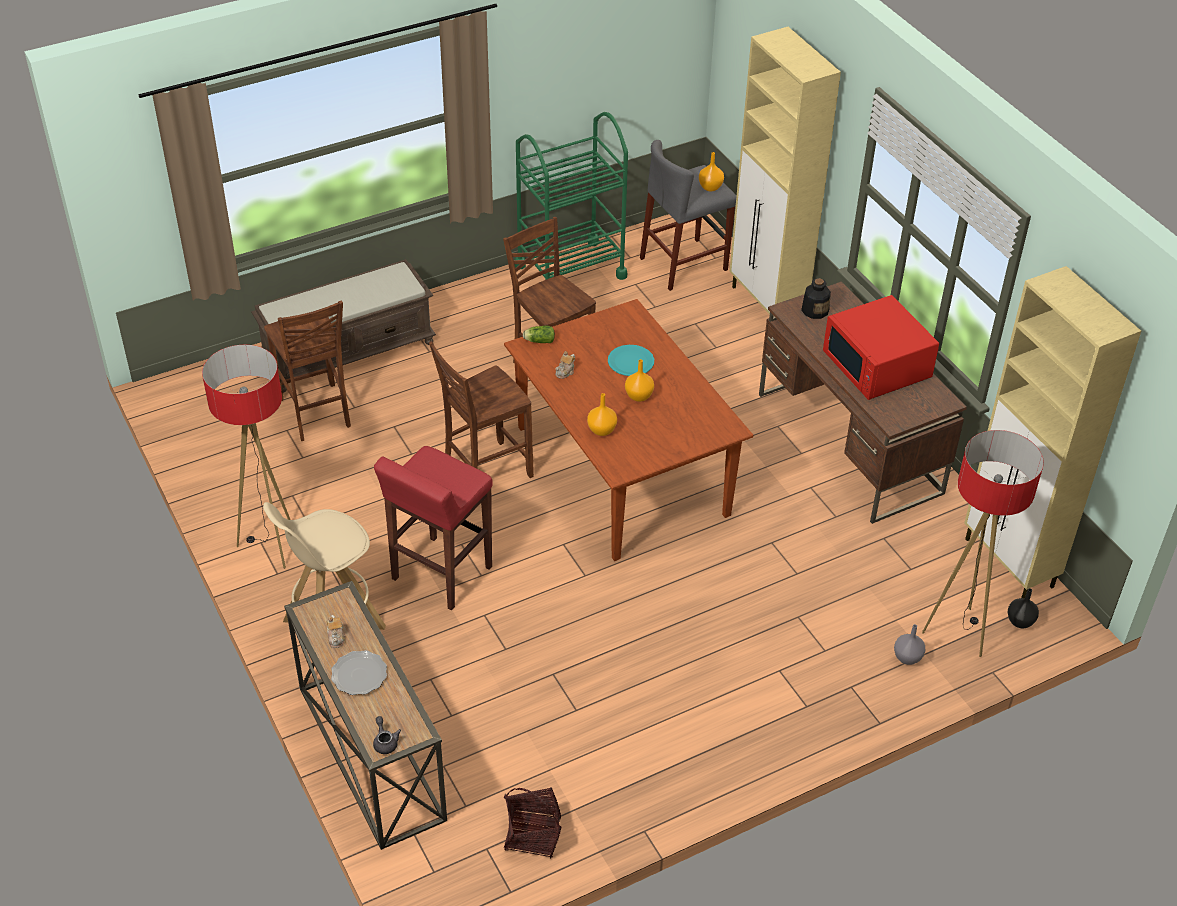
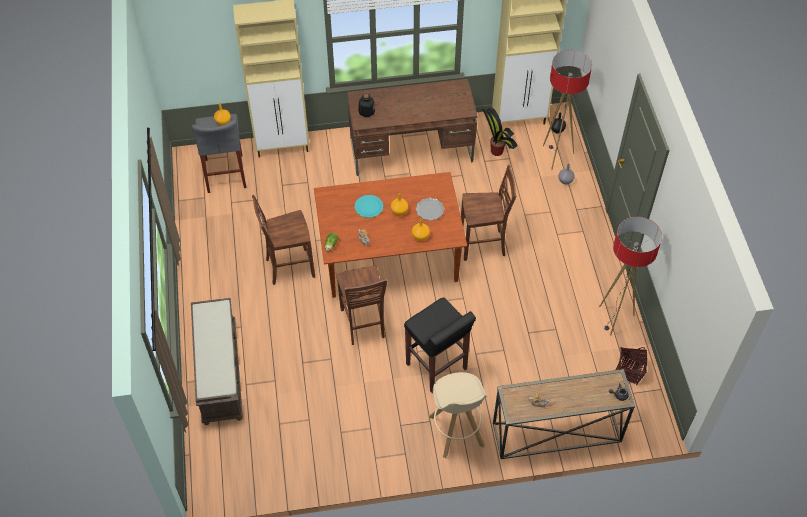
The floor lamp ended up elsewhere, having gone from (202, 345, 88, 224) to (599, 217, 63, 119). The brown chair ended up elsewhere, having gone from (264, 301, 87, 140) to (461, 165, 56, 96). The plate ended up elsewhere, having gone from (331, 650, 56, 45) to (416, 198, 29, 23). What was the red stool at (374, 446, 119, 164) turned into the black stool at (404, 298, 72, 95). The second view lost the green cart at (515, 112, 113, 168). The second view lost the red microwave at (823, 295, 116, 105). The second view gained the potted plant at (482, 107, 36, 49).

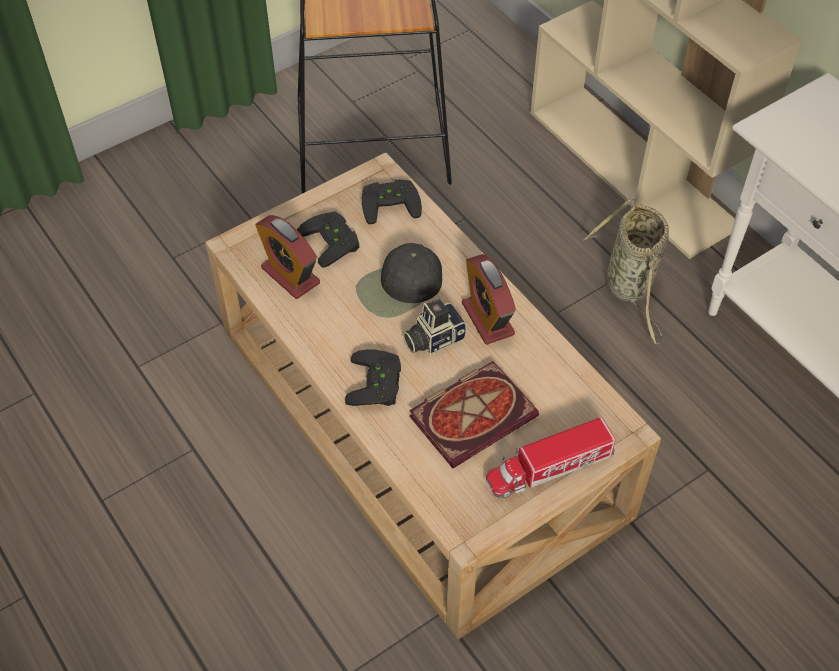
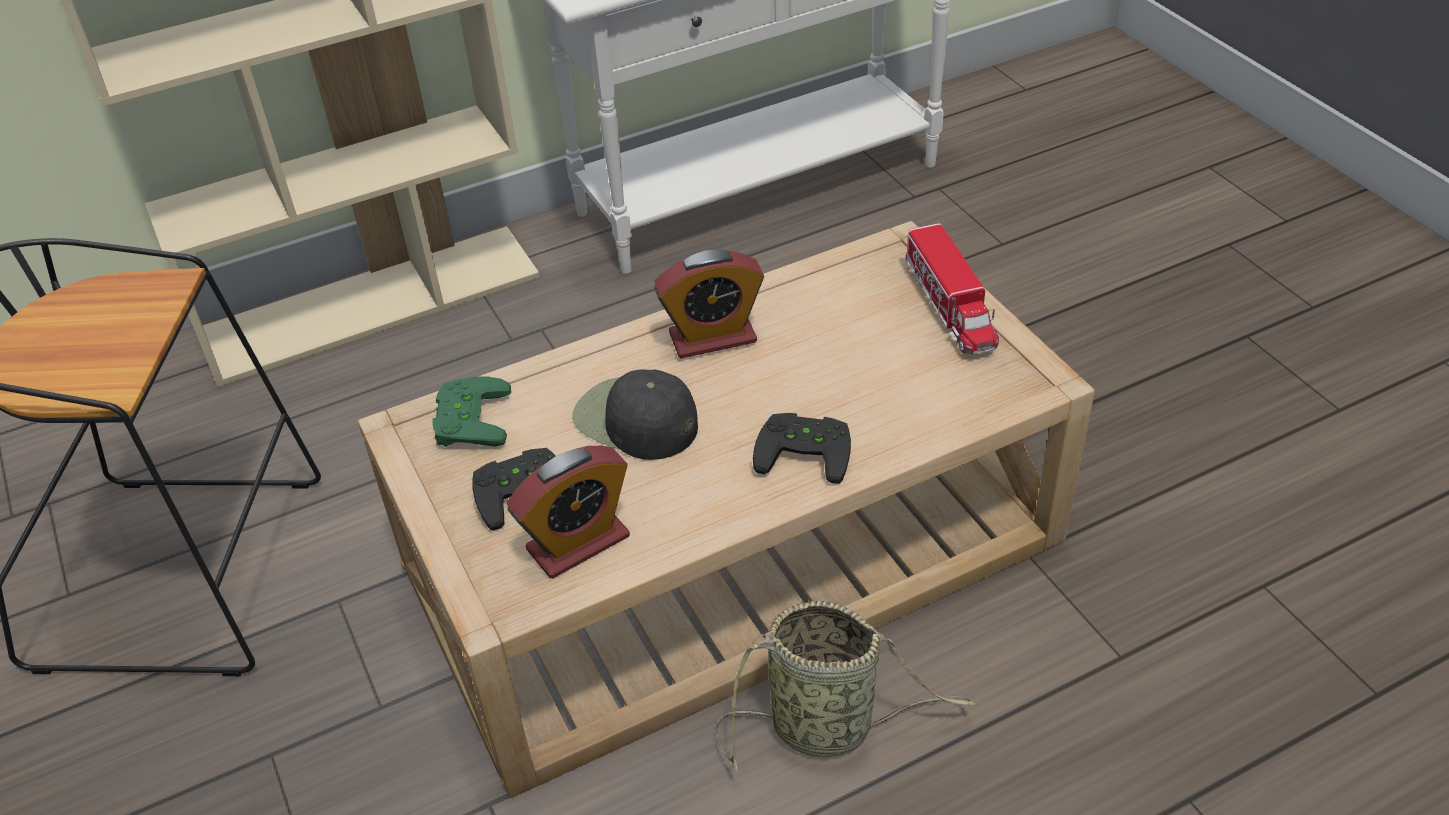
The black cap at (356, 243, 86, 75) ended up facing another way, 150 degrees clockwise from before. What was the black game controller at (362, 180, 60, 44) turned into the green game controller at (432, 376, 79, 71). The second view lost the photo camera at (403, 299, 64, 55). The second view lost the book at (409, 361, 130, 107). The basket ended up elsewhere, having gone from (583, 198, 86, 146) to (716, 600, 260, 172).

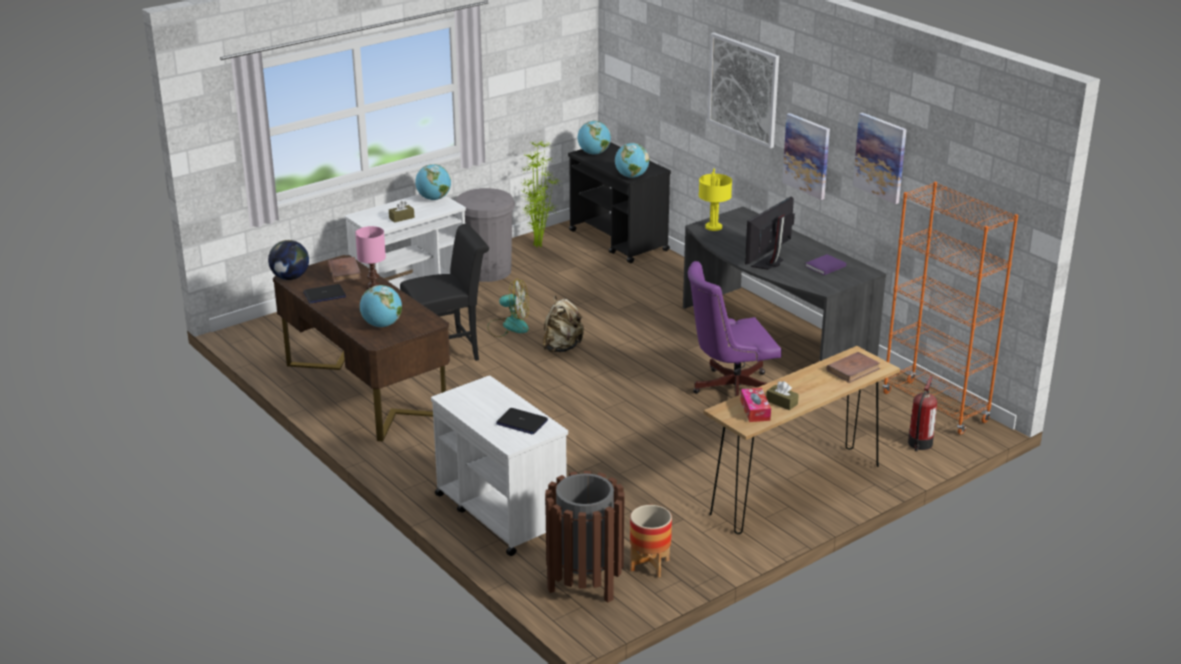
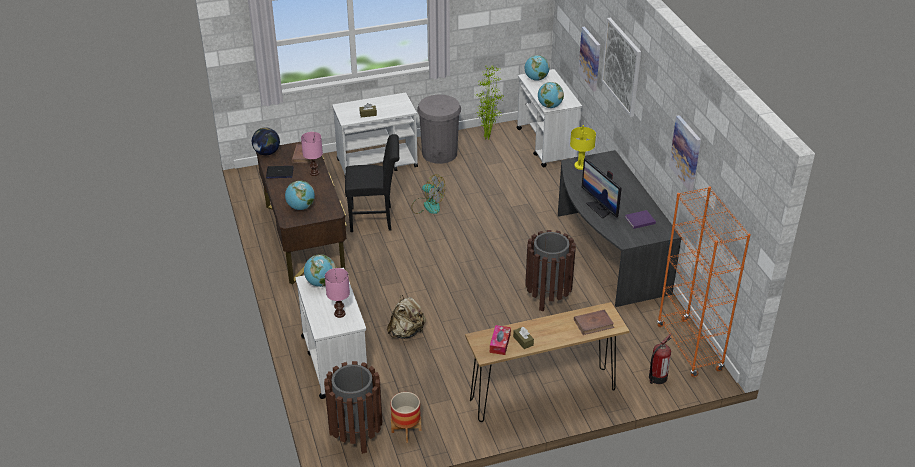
The globe ended up elsewhere, having gone from (415, 164, 36, 36) to (304, 254, 32, 33). Where the laptop stood at (496, 408, 52, 26), the pink table lamp came to stand at (325, 268, 25, 50). The beige backpack ended up elsewhere, having gone from (543, 296, 41, 56) to (387, 295, 39, 44). What was the black cart at (568, 142, 103, 121) turned into the white cart at (517, 69, 65, 98). Where the purple office chair stood at (688, 261, 94, 135), the brown trash can came to stand at (525, 230, 51, 81). The monitor at (745, 197, 50, 73) ended up facing another way, 90 degrees counterclockwise from before. The picture ended up elsewhere, having gone from (782, 113, 48, 87) to (578, 26, 22, 66).

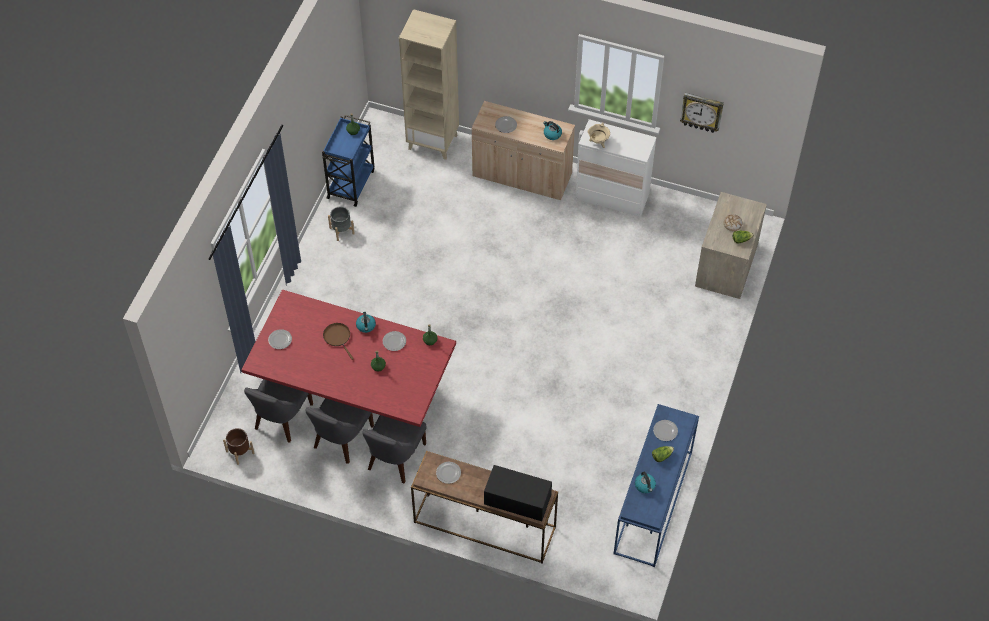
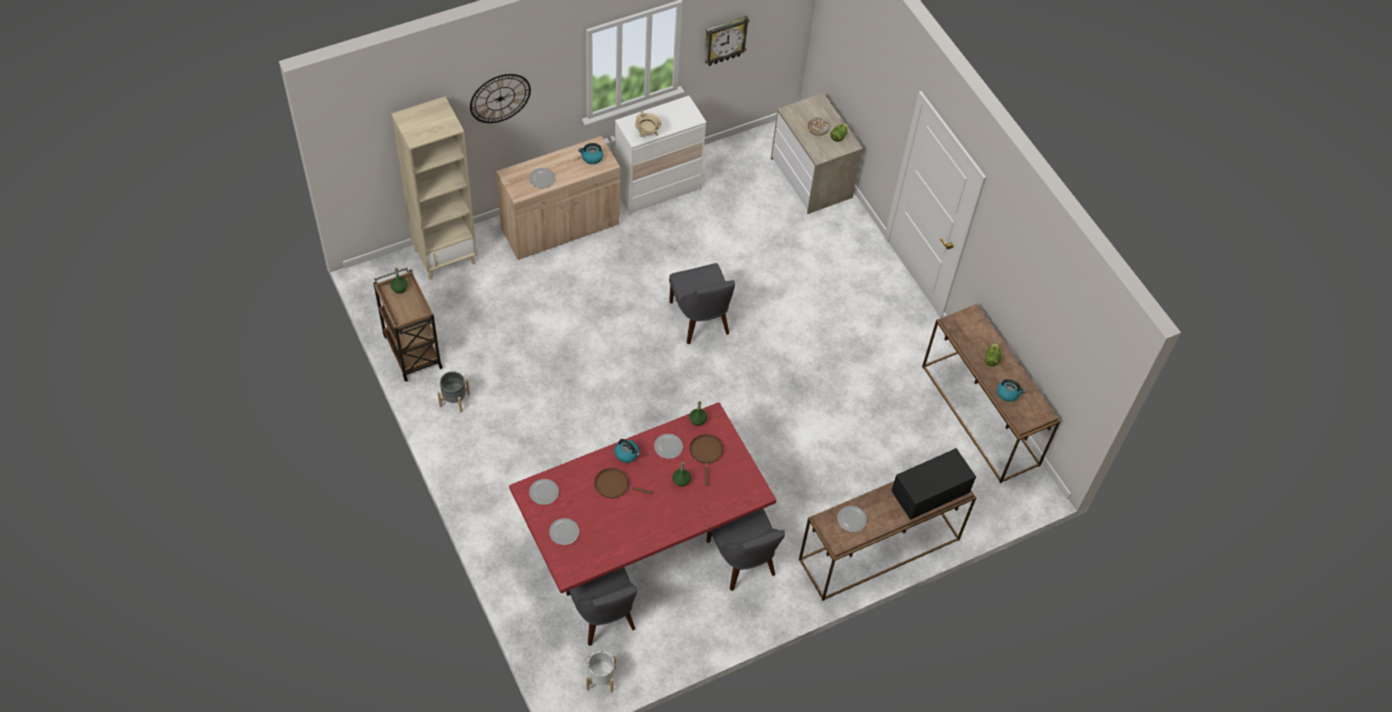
What was the brown planter at (223, 428, 32, 37) turned into the white planter at (586, 651, 30, 41). The grey chair ended up elsewhere, having gone from (306, 398, 68, 66) to (669, 263, 66, 81). What was the blue cart at (322, 115, 52, 92) turned into the brown cart at (373, 268, 70, 114). What was the blue console table at (614, 404, 85, 163) turned into the brown console table at (922, 304, 139, 179). The plate ended up elsewhere, having gone from (653, 420, 25, 21) to (529, 479, 30, 26). The second view gained the wall clock at (470, 74, 61, 49). The second view gained the brown frying pan at (690, 434, 33, 52).

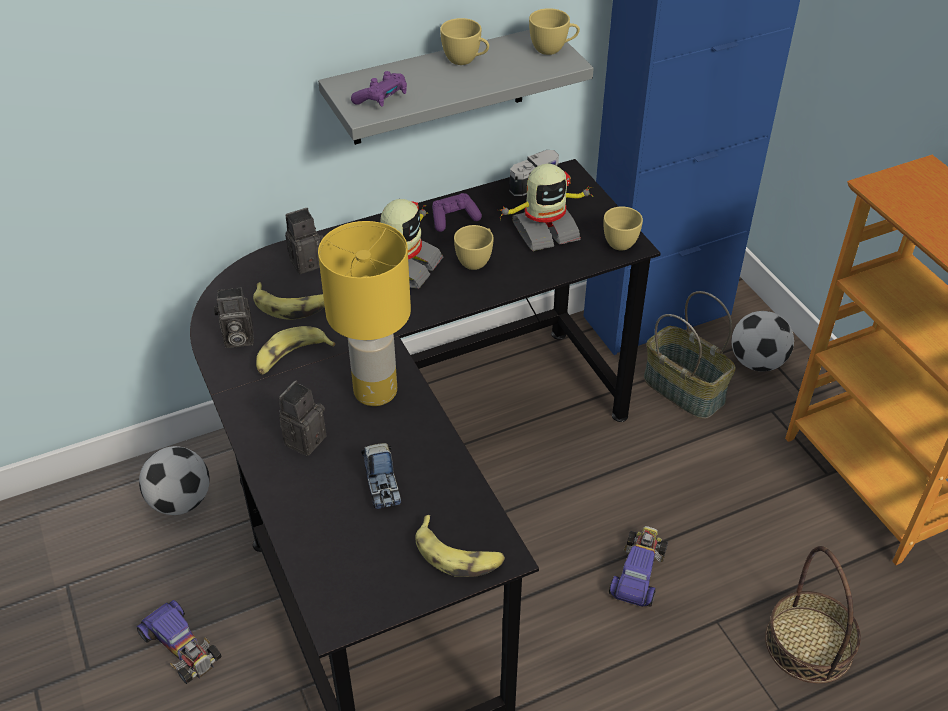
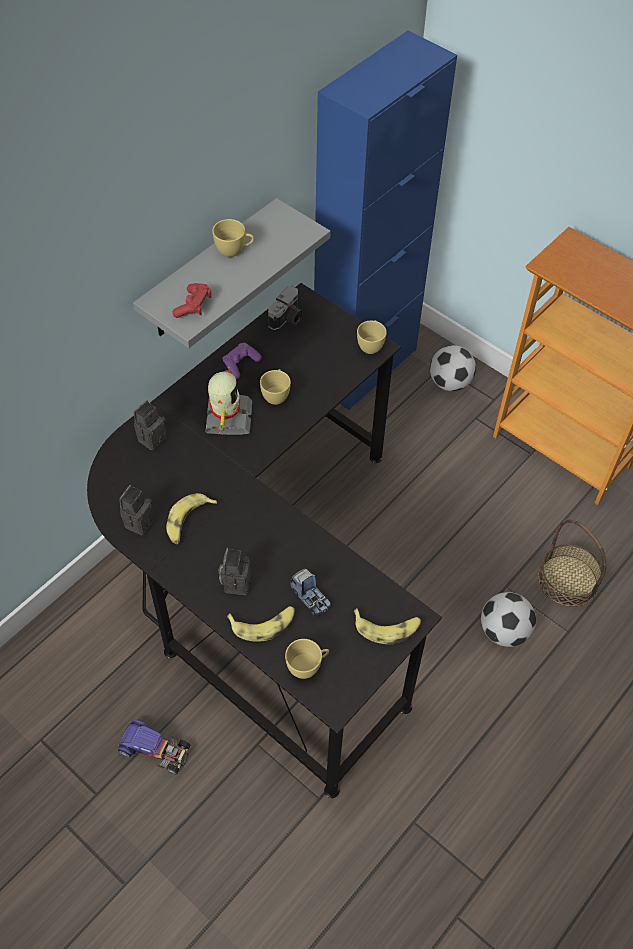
The football ended up elsewhere, having gone from (139, 446, 71, 69) to (481, 592, 55, 55). The photo camera at (214, 287, 40, 61) ended up facing another way, 150 degrees clockwise from before. The banana ended up elsewhere, having gone from (253, 282, 72, 38) to (227, 606, 68, 36). The second view lost the yellow table lamp at (318, 221, 93, 185). What was the purple game controller at (351, 71, 56, 36) turned into the red game controller at (172, 283, 39, 35). The second view lost the toy robot at (497, 164, 96, 87). The yellow cup ended up elsewhere, having gone from (529, 8, 51, 47) to (285, 639, 44, 40). The second view lost the toy car at (609, 526, 59, 81). The second view lost the basket at (644, 291, 92, 128).

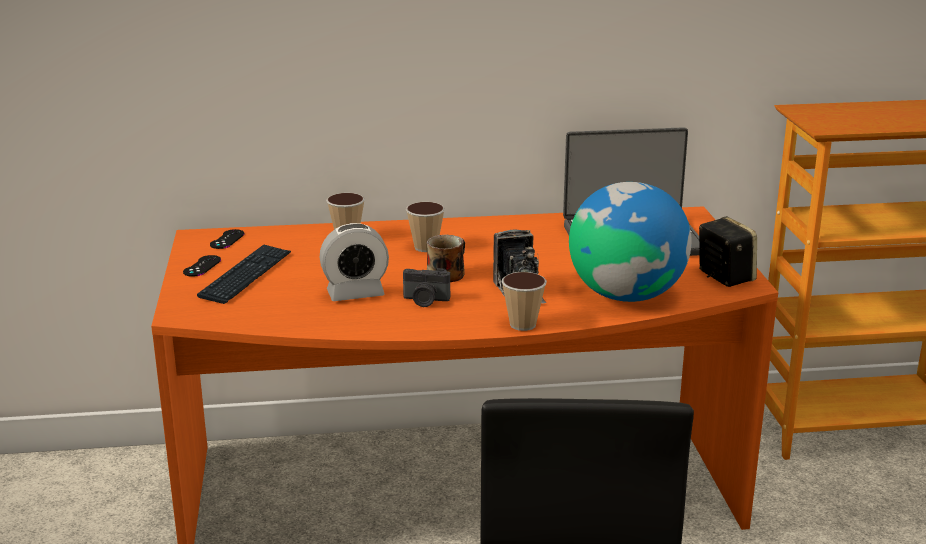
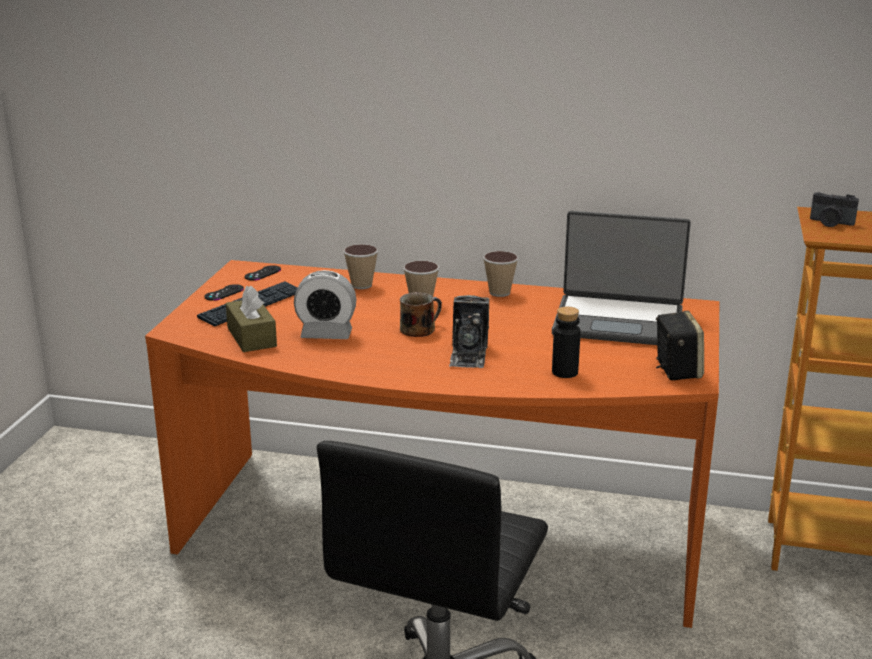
The photo camera ended up elsewhere, having gone from (403, 268, 47, 39) to (810, 192, 49, 35). The cup ended up elsewhere, having gone from (501, 272, 46, 59) to (483, 251, 35, 46). Where the globe stood at (569, 182, 123, 120), the black bottle came to stand at (552, 306, 29, 72). The second view gained the brown tissue box at (226, 285, 51, 67).

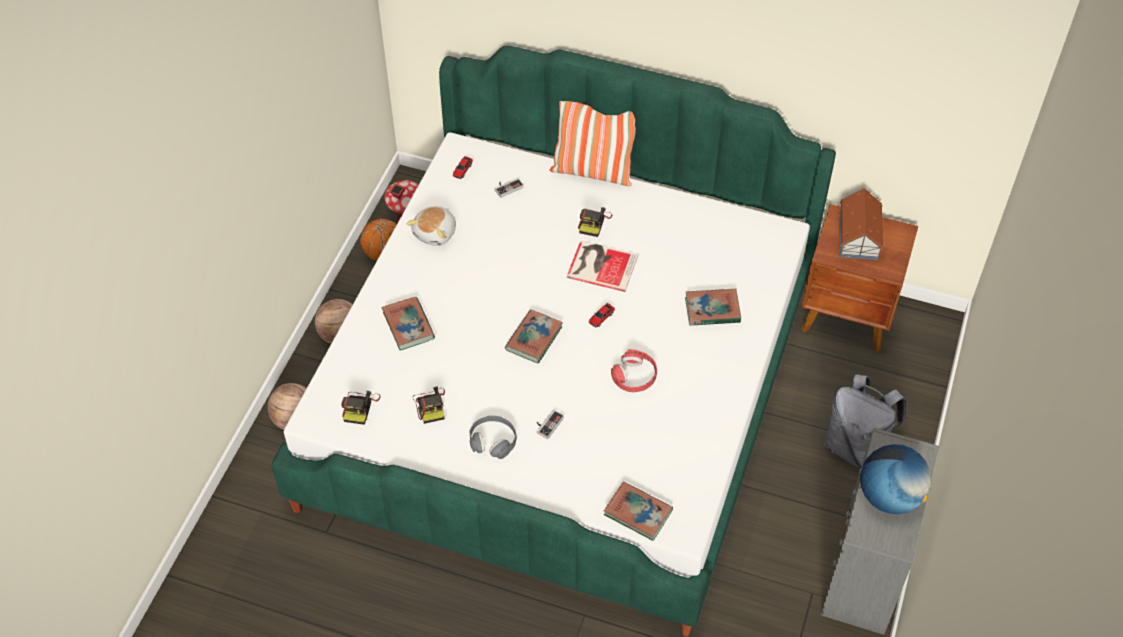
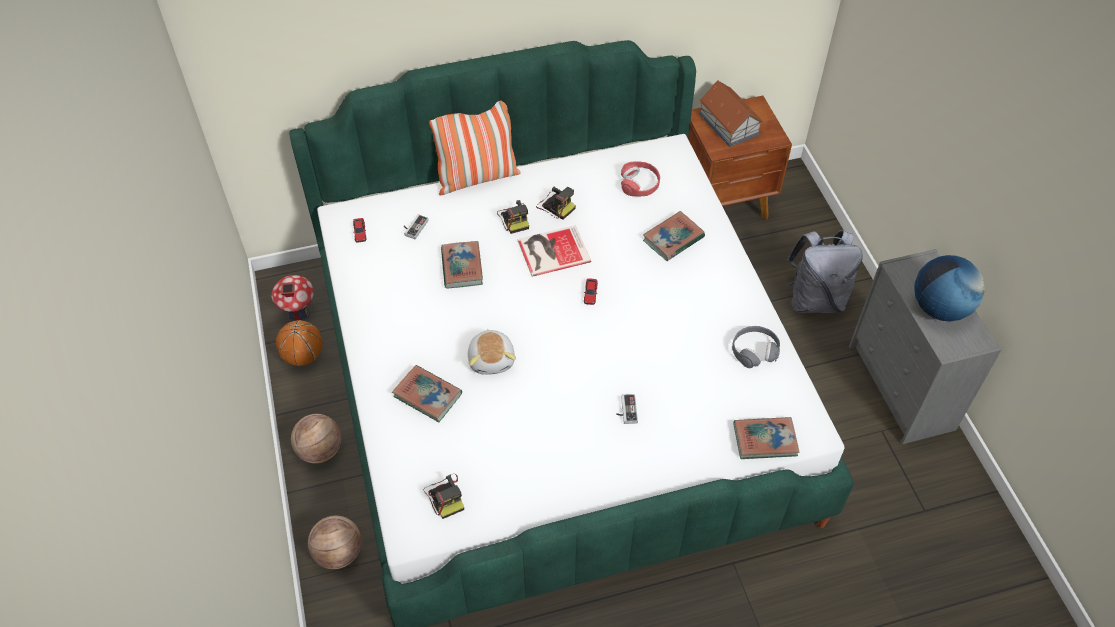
The plush toy ended up elsewhere, having gone from (406, 206, 50, 40) to (468, 329, 48, 46). The photo camera ended up elsewhere, having gone from (413, 386, 32, 38) to (536, 186, 40, 34). The grey headphones ended up elsewhere, having gone from (470, 416, 47, 43) to (732, 326, 48, 42). The book ended up elsewhere, having gone from (505, 309, 58, 55) to (441, 241, 42, 48). The red headphones ended up elsewhere, having gone from (611, 349, 46, 43) to (621, 161, 39, 36).

